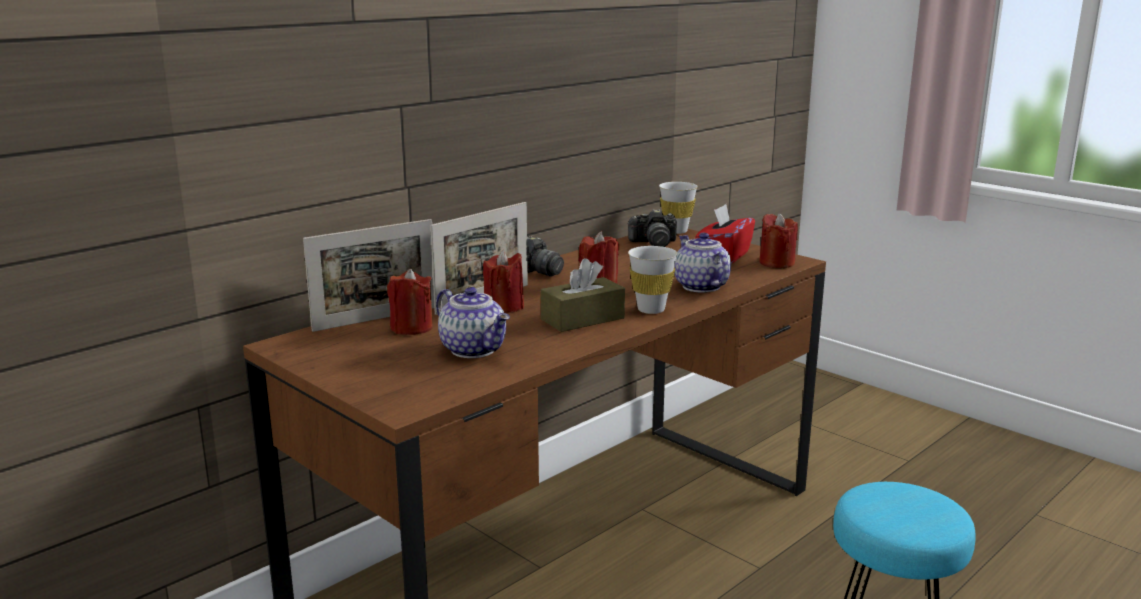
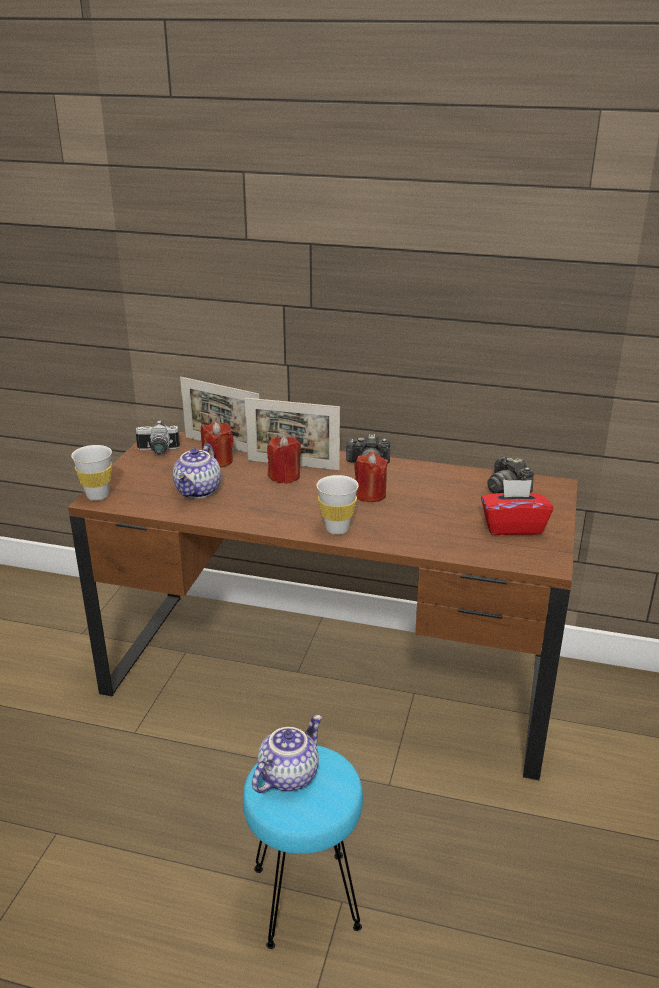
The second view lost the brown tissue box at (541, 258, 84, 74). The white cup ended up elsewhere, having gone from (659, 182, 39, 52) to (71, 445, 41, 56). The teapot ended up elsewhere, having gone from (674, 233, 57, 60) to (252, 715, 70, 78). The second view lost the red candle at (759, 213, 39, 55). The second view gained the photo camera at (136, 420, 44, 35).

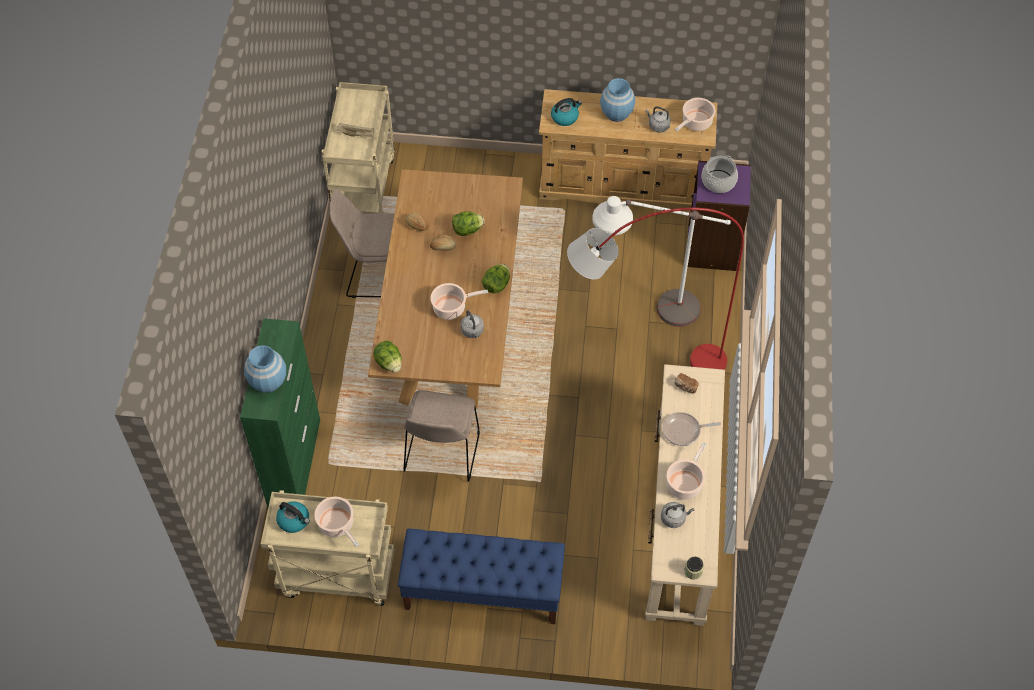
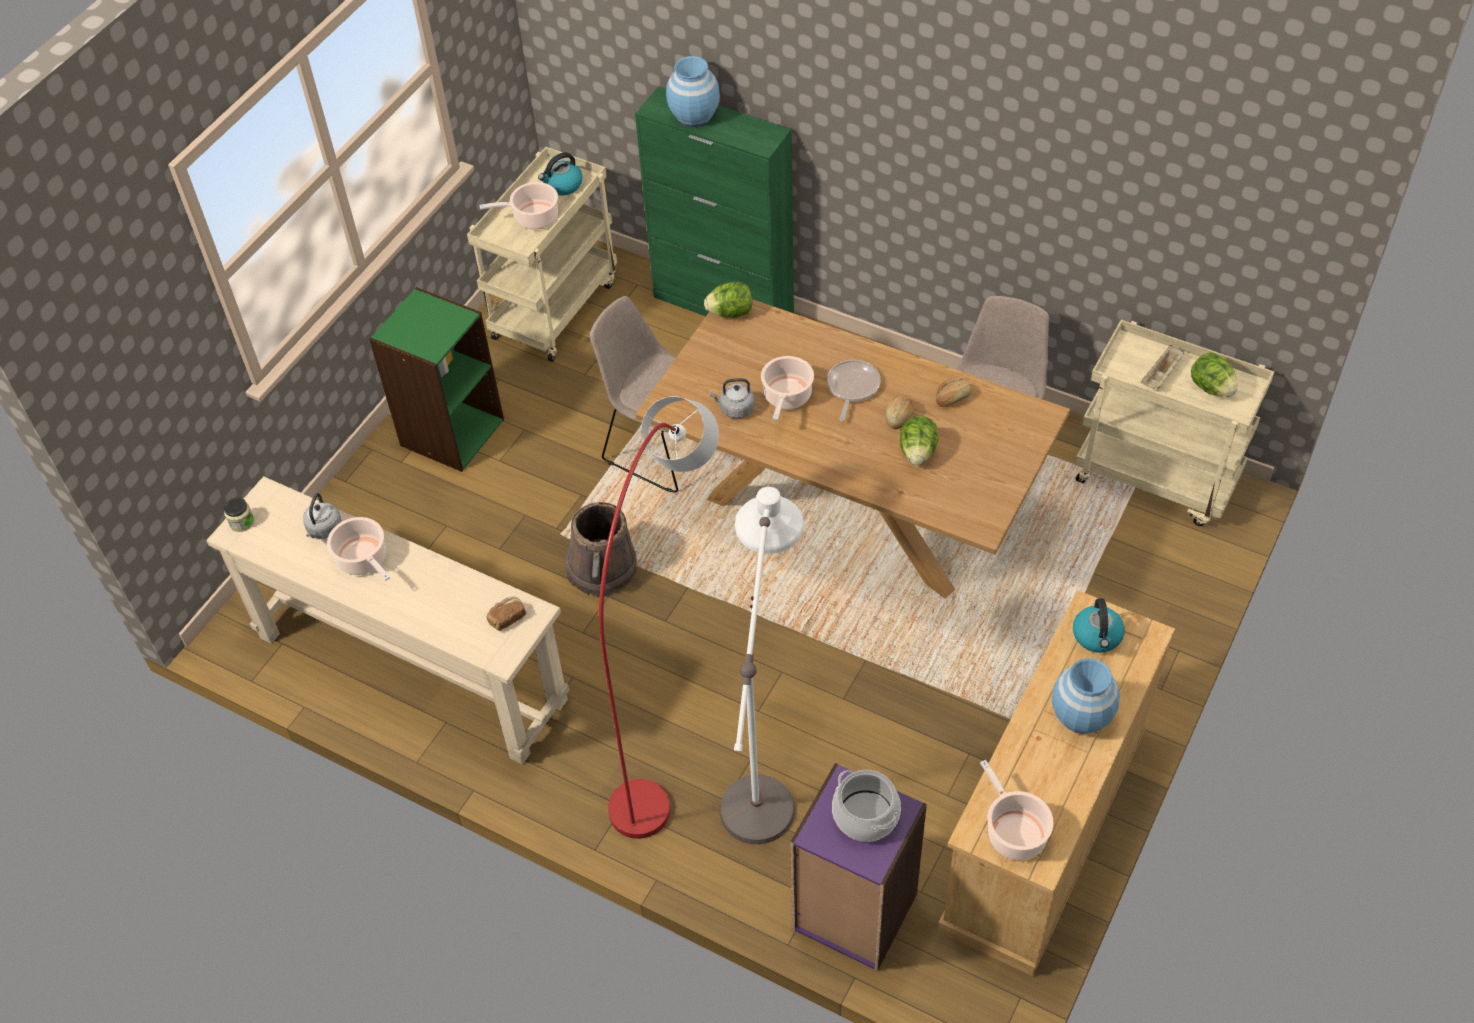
Where the blue bench stood at (398, 529, 167, 95), the green bookcase came to stand at (369, 287, 135, 185). The lettuce ended up elsewhere, having gone from (482, 264, 28, 29) to (1191, 352, 47, 45). The second view lost the grey kettle at (645, 106, 26, 26). The frying pan ended up elsewhere, having gone from (663, 412, 58, 34) to (827, 360, 54, 61). The second view gained the brown bucket at (566, 502, 71, 95).

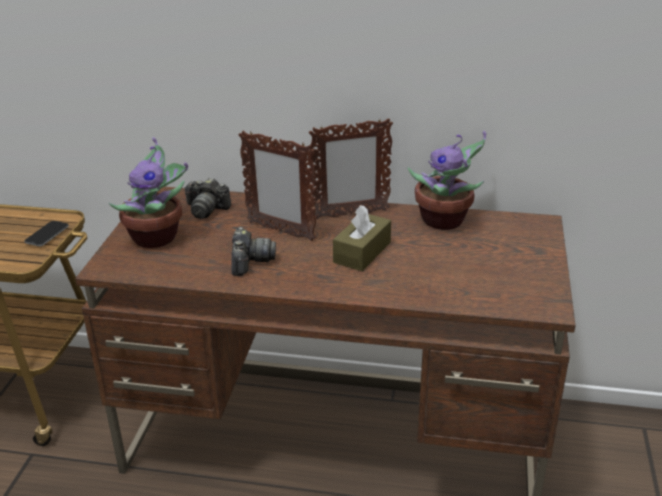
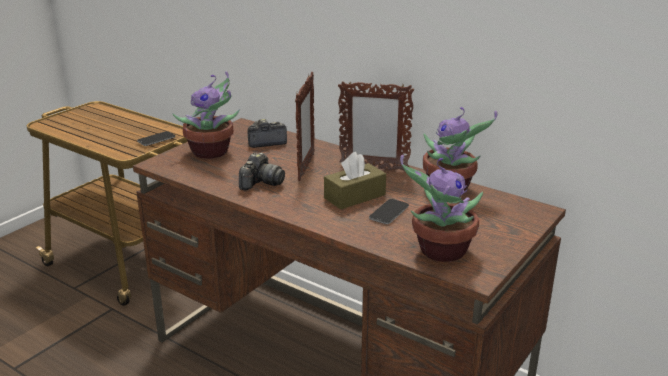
The photo camera at (184, 178, 47, 41) ended up facing another way, 120 degrees clockwise from before. The picture frame at (239, 130, 77, 111) ended up facing another way, 135 degrees counterclockwise from before. The second view gained the phone at (369, 199, 40, 25). The second view gained the potted plant at (400, 155, 83, 107).

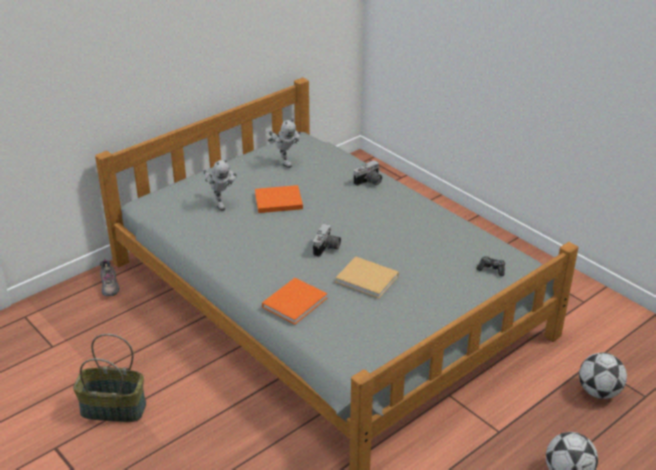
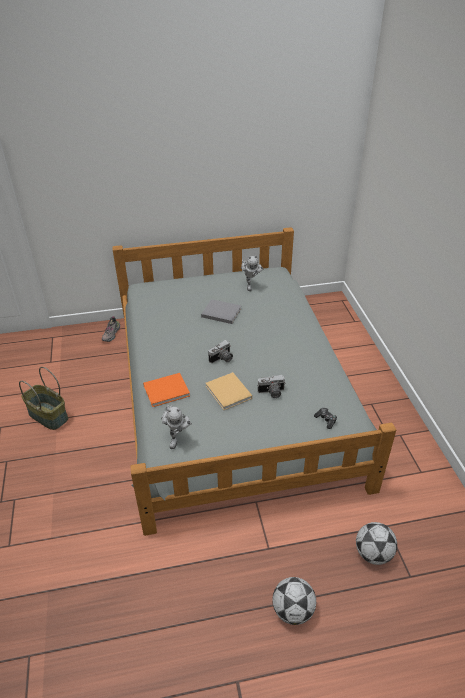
The toy robot ended up elsewhere, having gone from (203, 159, 34, 52) to (161, 405, 31, 44). What was the orange book at (255, 185, 48, 28) turned into the grey book at (201, 299, 41, 25). The photo camera ended up elsewhere, having gone from (354, 160, 28, 26) to (258, 375, 28, 23).

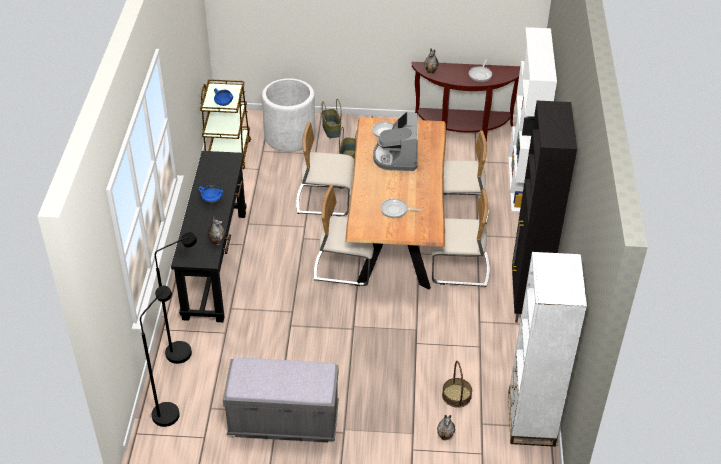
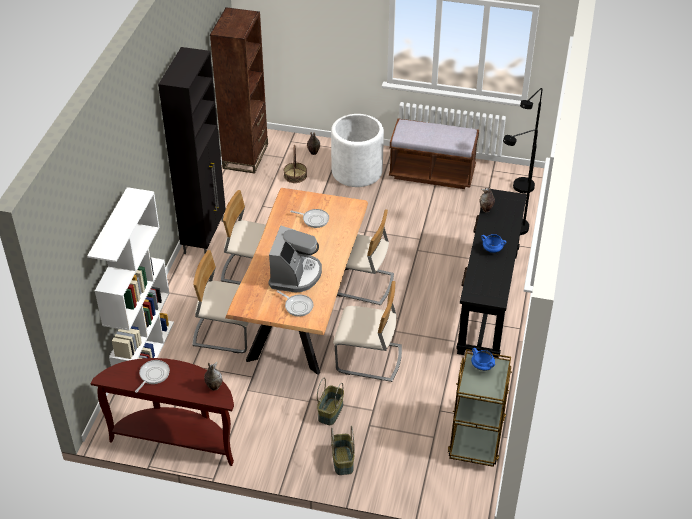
What was the grey bench at (223, 358, 116, 84) turned into the brown bench at (389, 118, 90, 71). The white planter ended up elsewhere, having gone from (262, 78, 54, 74) to (331, 114, 53, 73). What was the white bookcase at (508, 252, 79, 195) turned into the brown bookcase at (210, 7, 58, 167).

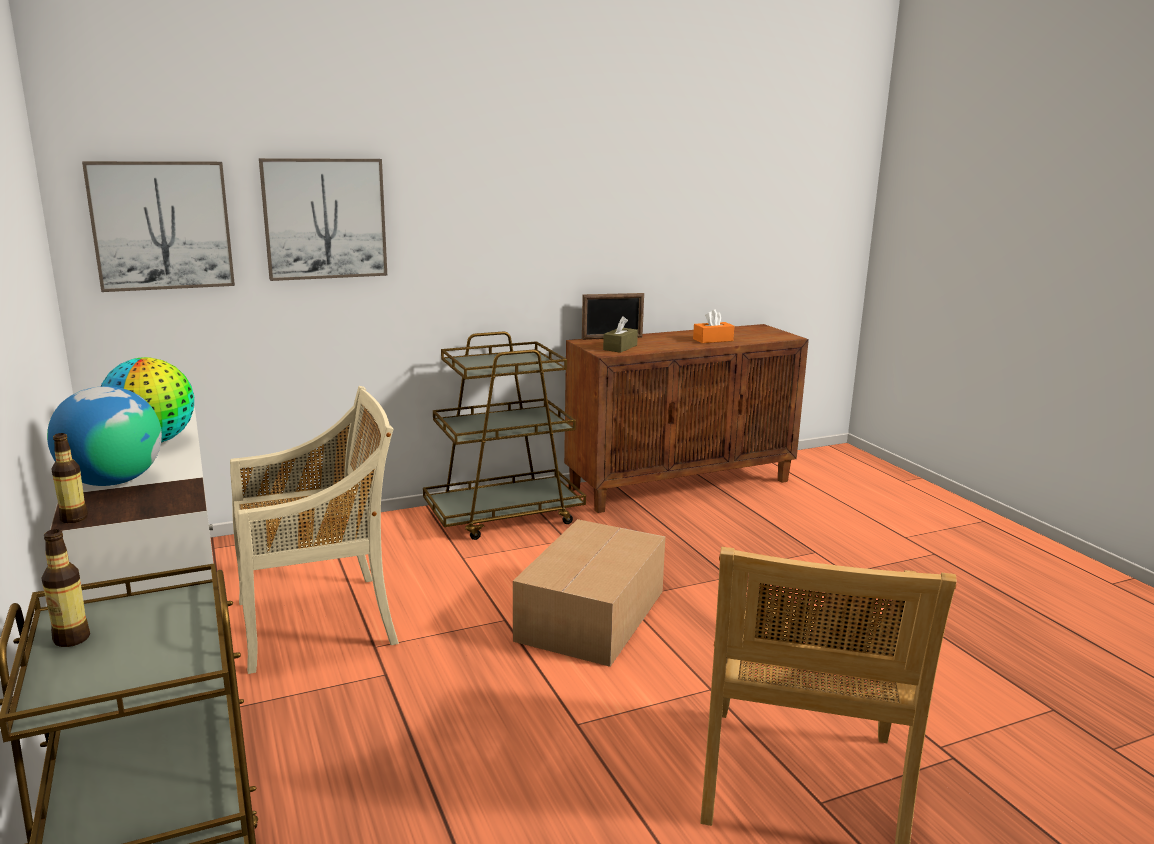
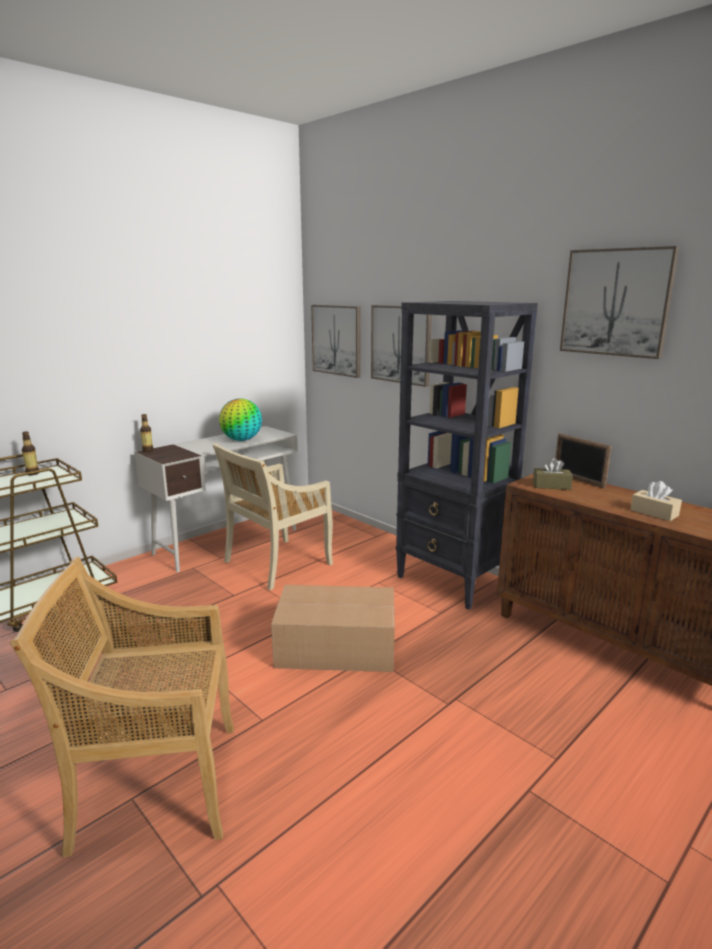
The second view lost the globe at (47, 386, 115, 100). The beige chair at (230, 386, 169, 288) ended up facing another way, 90 degrees clockwise from before. Where the brown cart stood at (423, 332, 163, 208), the black bookcase came to stand at (396, 301, 142, 309). What was the orange tissue box at (693, 309, 41, 34) turned into the beige tissue box at (631, 481, 51, 40). The second view gained the picture at (560, 246, 119, 113).

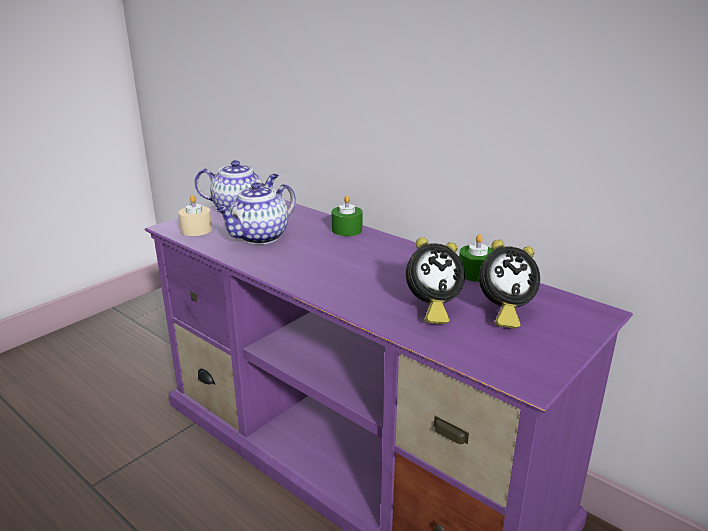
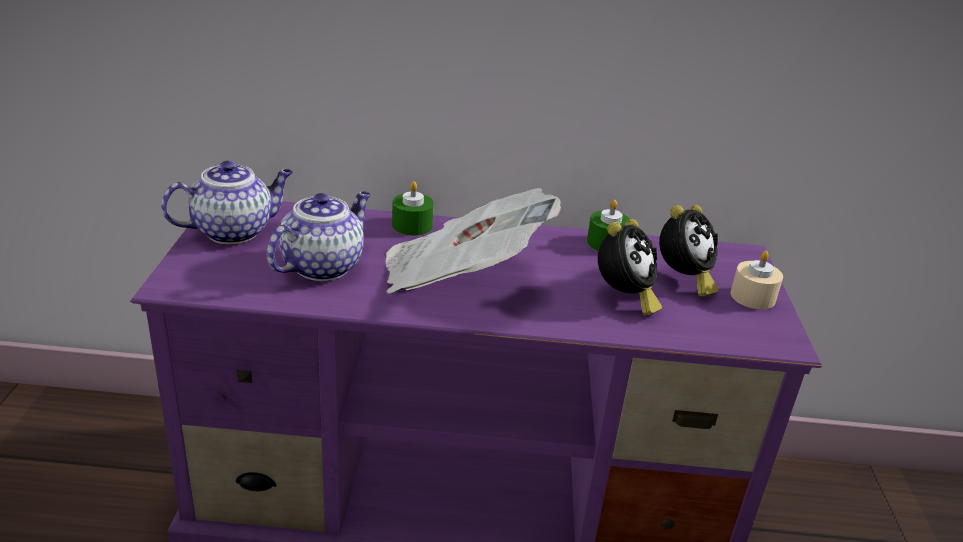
The beige candle ended up elsewhere, having gone from (178, 195, 34, 41) to (731, 251, 52, 58). The teapot at (216, 182, 80, 62) ended up facing another way, 150 degrees counterclockwise from before. The second view gained the newspaper at (385, 188, 176, 106).

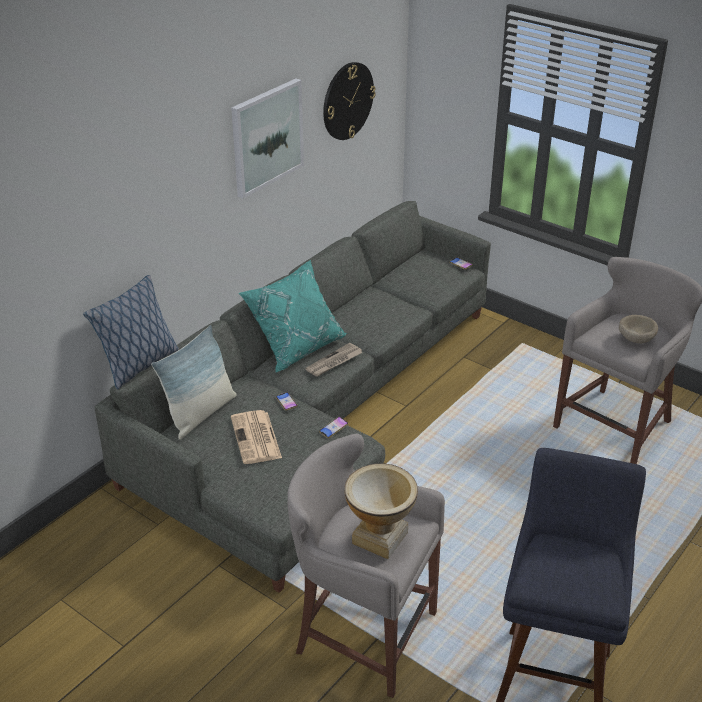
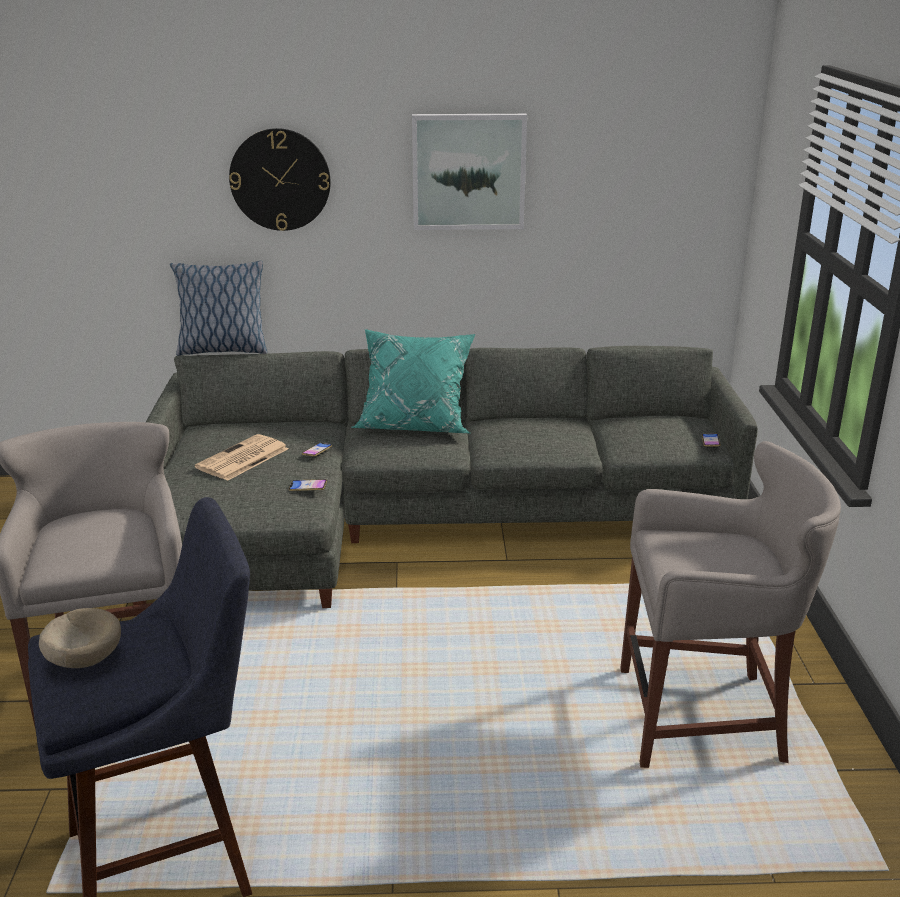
The second view lost the pillow at (151, 325, 86, 115). The second view lost the newspaper at (305, 343, 58, 34). The wall clock ended up elsewhere, having gone from (323, 62, 53, 78) to (229, 128, 102, 103). The second view lost the vase at (344, 463, 74, 96). The beige bowl ended up elsewhere, having gone from (619, 315, 39, 28) to (39, 608, 82, 60).

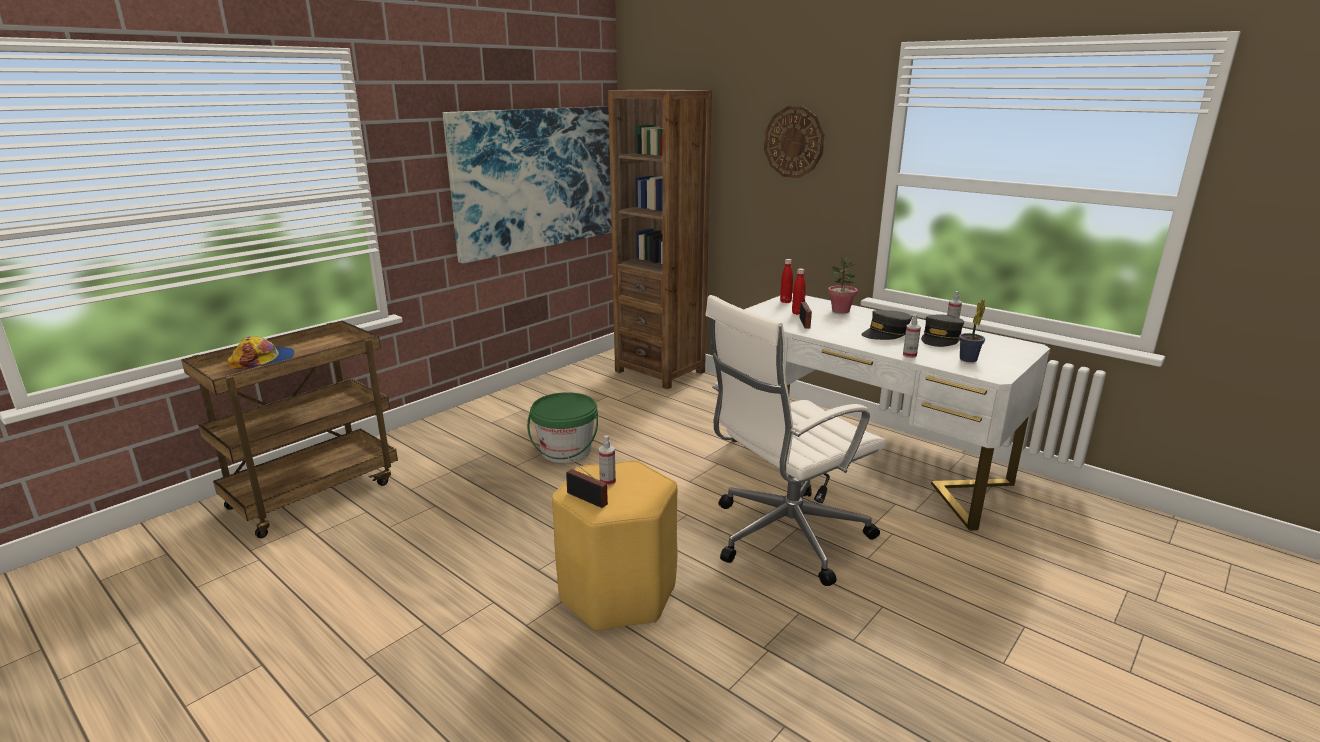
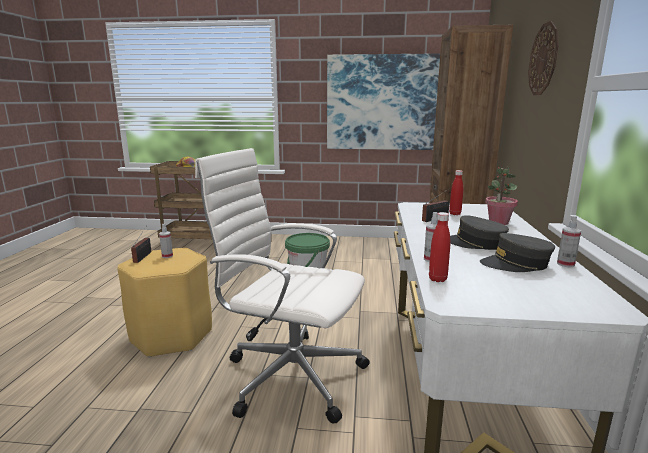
The red bottle ended up elsewhere, having gone from (780, 259, 13, 44) to (429, 212, 21, 70). The second view lost the potted plant at (959, 299, 26, 63).

